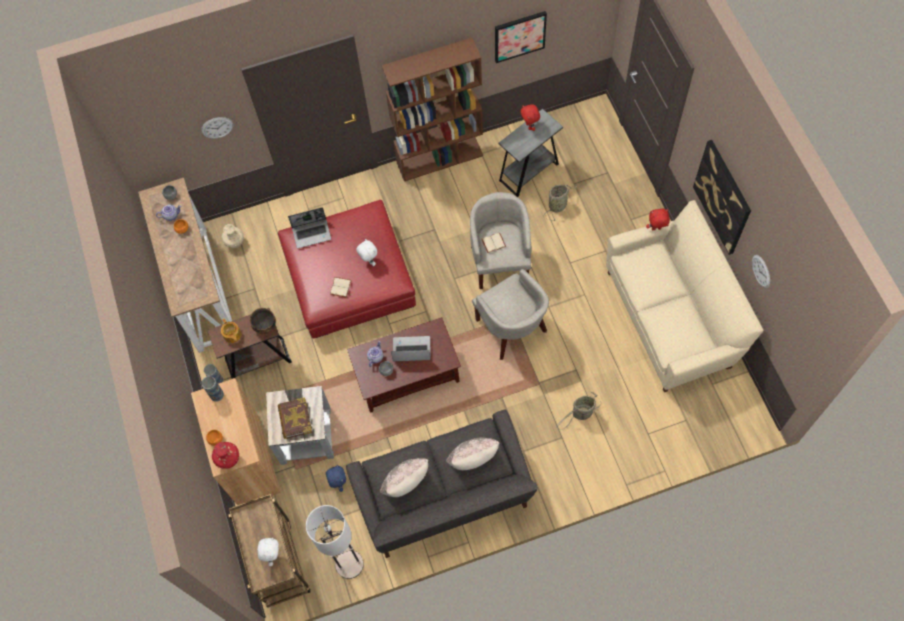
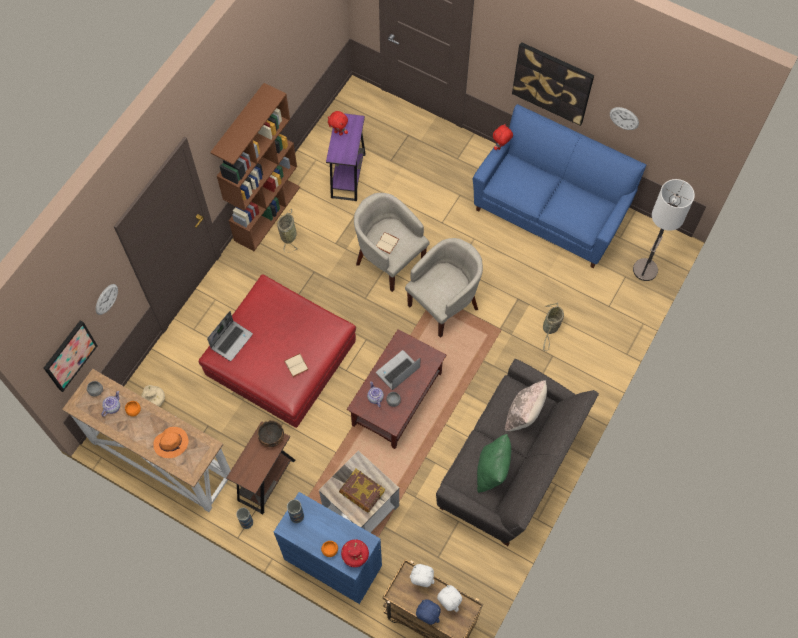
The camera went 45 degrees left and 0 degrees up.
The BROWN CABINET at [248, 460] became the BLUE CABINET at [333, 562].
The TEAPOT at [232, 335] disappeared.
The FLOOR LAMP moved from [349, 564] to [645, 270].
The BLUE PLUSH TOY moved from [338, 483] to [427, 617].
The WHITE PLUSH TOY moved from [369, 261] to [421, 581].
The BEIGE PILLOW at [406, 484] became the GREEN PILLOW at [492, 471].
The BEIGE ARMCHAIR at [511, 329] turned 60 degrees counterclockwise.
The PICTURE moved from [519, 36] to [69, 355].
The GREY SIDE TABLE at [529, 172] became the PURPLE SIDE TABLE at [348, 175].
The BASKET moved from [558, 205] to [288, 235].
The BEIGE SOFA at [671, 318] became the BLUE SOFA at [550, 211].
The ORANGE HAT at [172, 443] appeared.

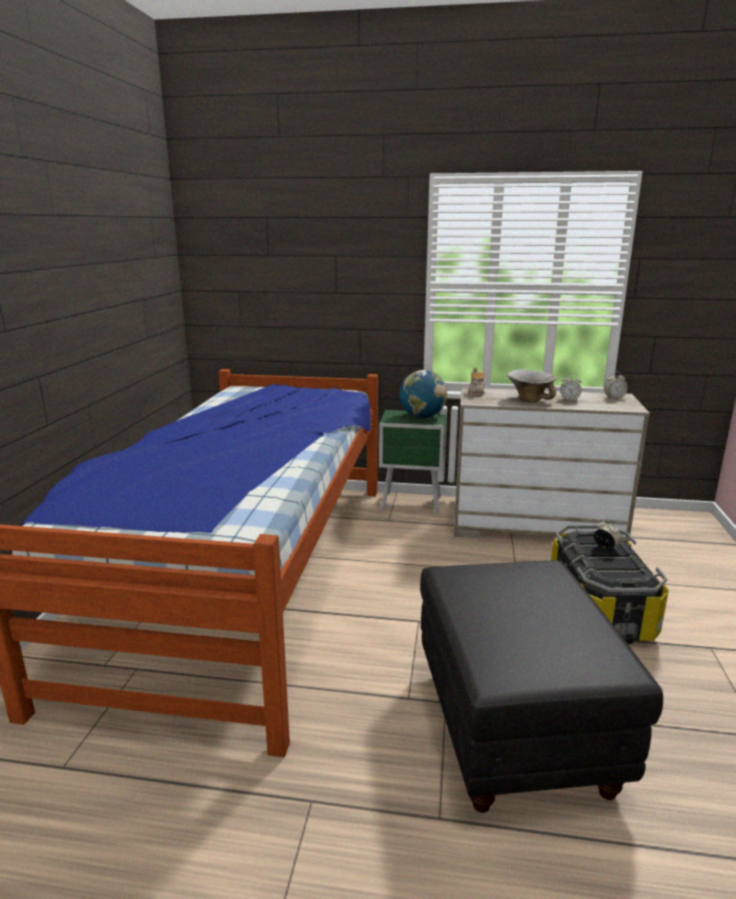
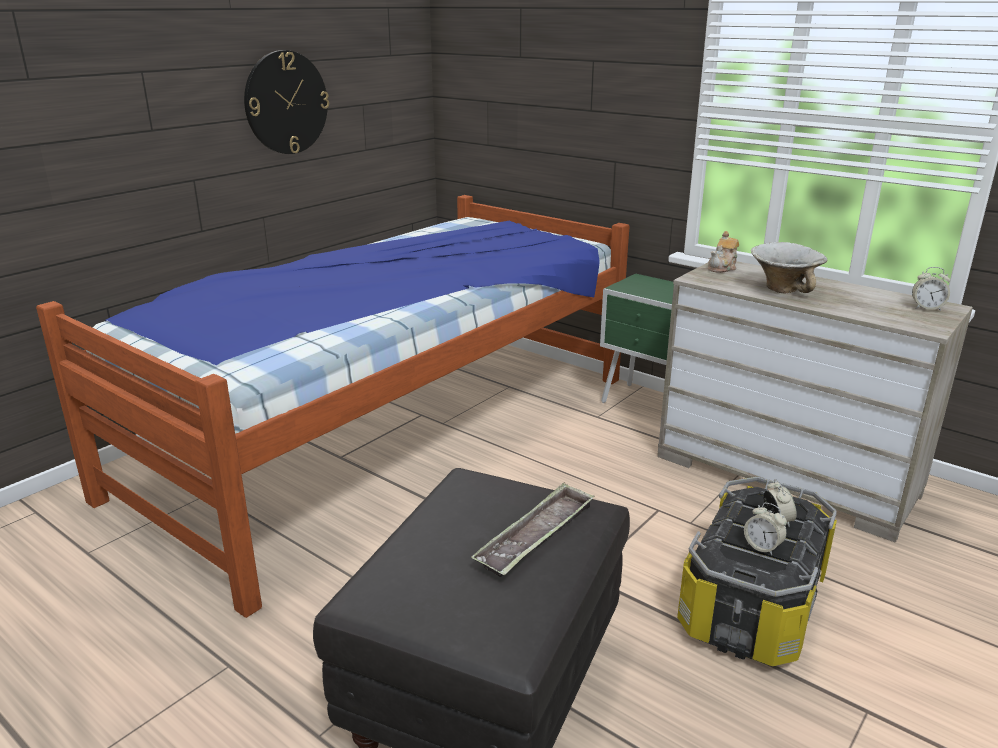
The camera went 30 degrees right and 5 degrees up.
The GLOBE at [422, 417] disappeared.
The ALARM CLOCK moved from [569, 400] to [762, 547].
The WALL CLOCK at [286, 103] appeared.
The TRAY at [536, 536] appeared.

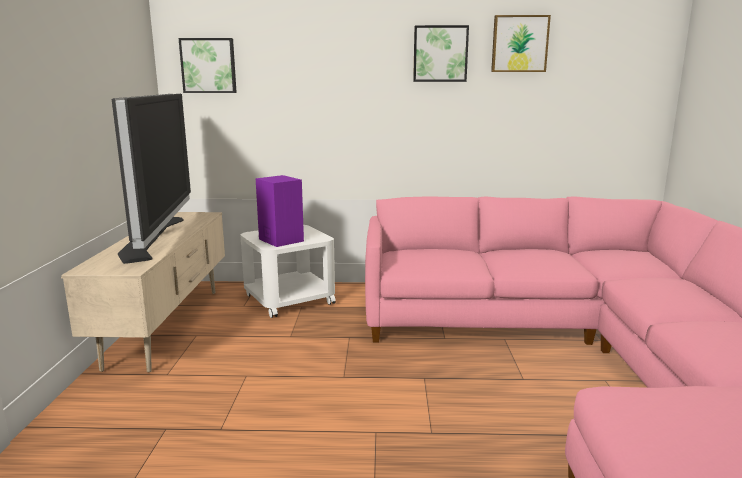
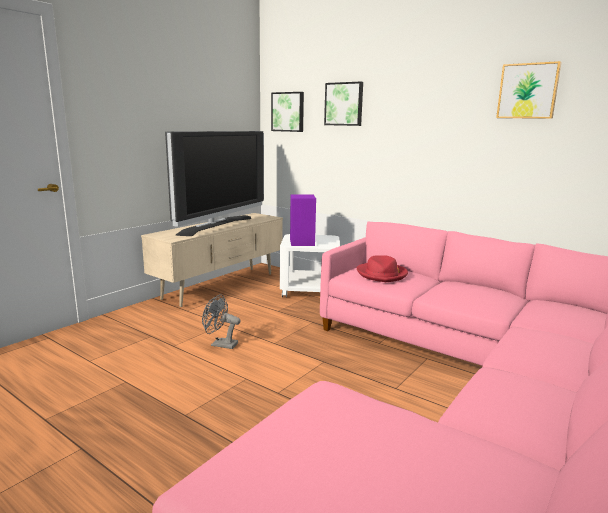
The camera went 35 degrees right and 0 degrees up.
The PICTURE moved from [440, 54] to [344, 104].
The GREY FAN at [220, 344] appeared.
The RED HAT at [382, 274] appeared.

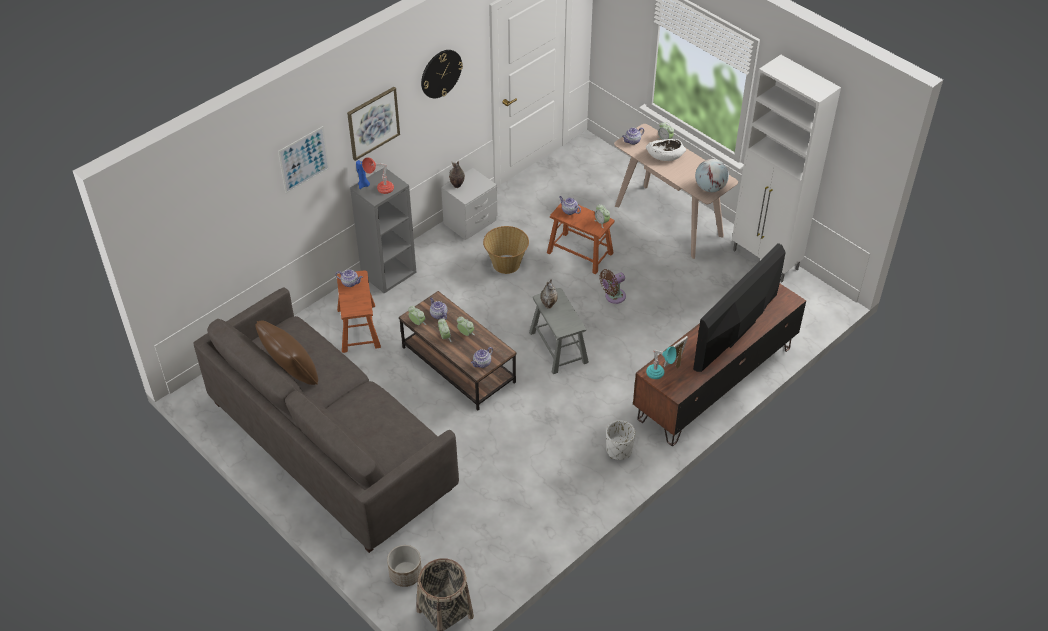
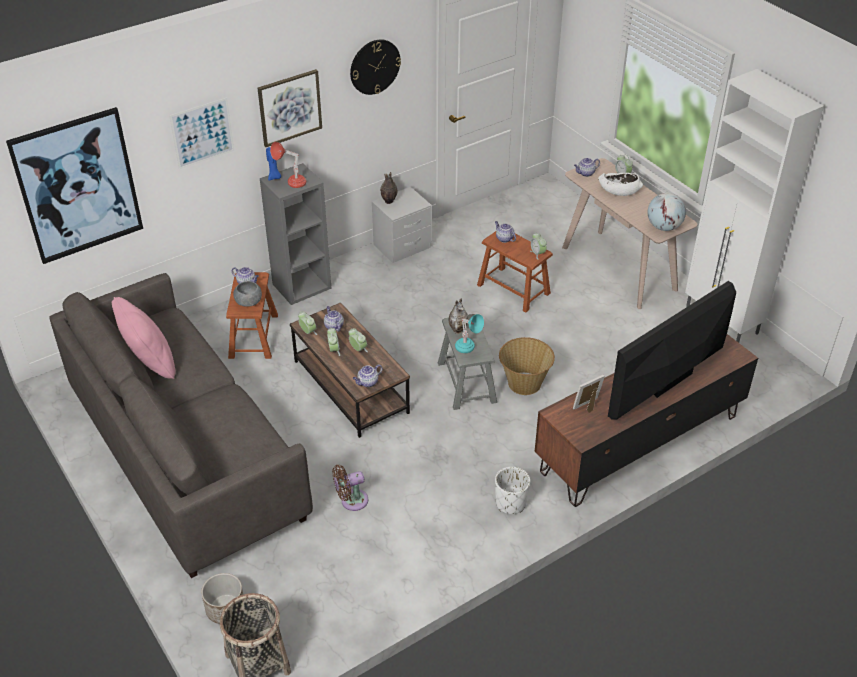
The camera went 10 degrees right and 5 degrees down.
The BROWN PILLOW at [291, 373] became the PINK PILLOW at [150, 363].
The BASKET moved from [506, 264] to [524, 384].
The BROWN FAN moved from [613, 297] to [351, 501].
The TURQUOISE TABLE LAMP moved from [659, 376] to [468, 350].
The PICTURE at [78, 186] appeared.
The GREY BOWL at [249, 302] appeared.

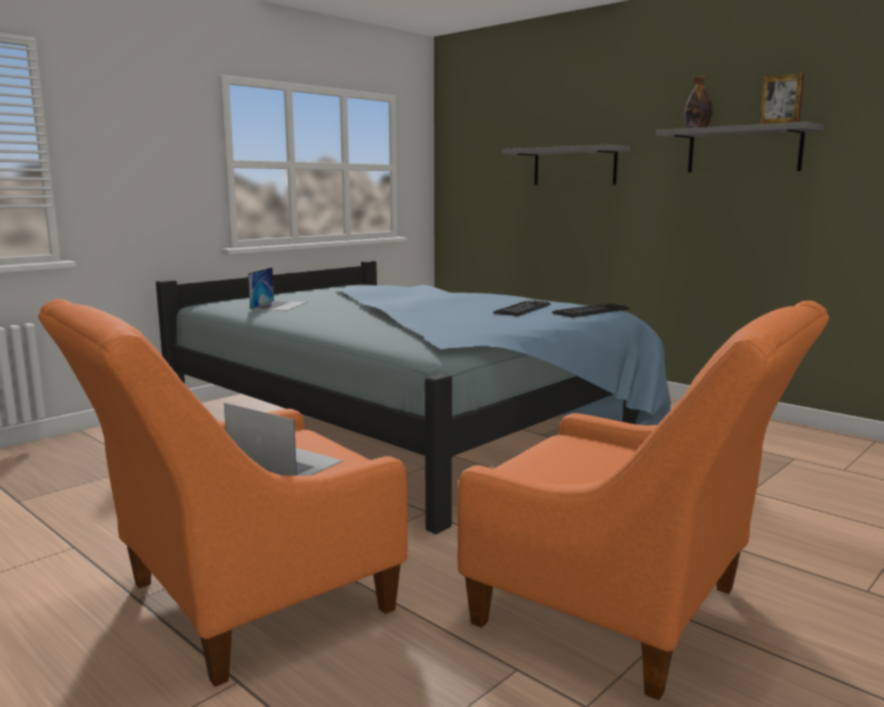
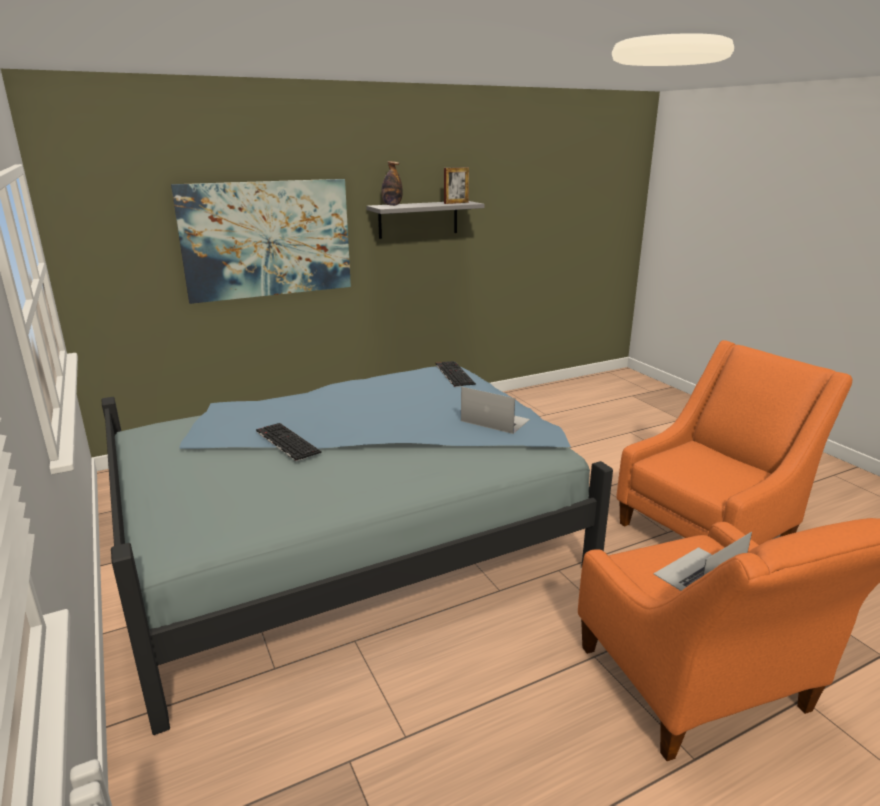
The camera went 70 degrees left and 10 degrees up.
The LAPTOP moved from [279, 305] to [495, 420].
The KEYBOARD moved from [522, 308] to [286, 441].
The GREY SHELF at [574, 166] was replaced by the PICTURE at [267, 239].

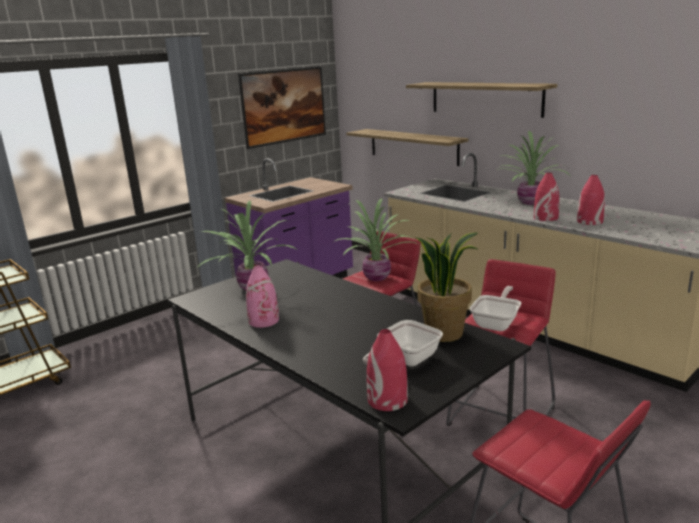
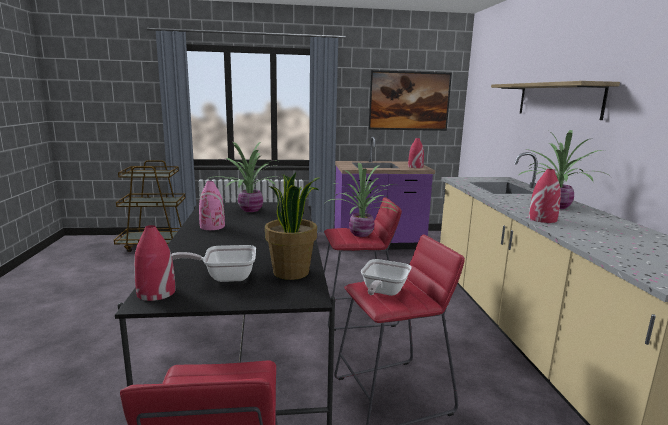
The camera went 35 degrees right and 5 degrees down.
The SHELF at [413, 146] disappeared.
The FRYING PAN at [497, 323] turned 135 degrees clockwise.
The RED VASE moved from [589, 221] to [415, 167].

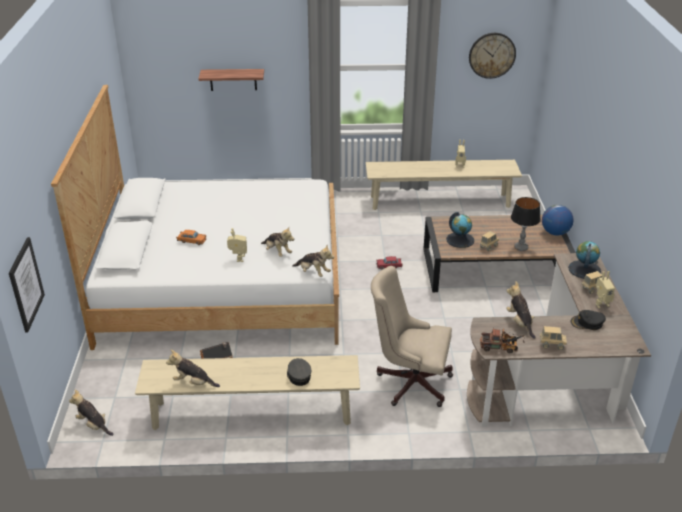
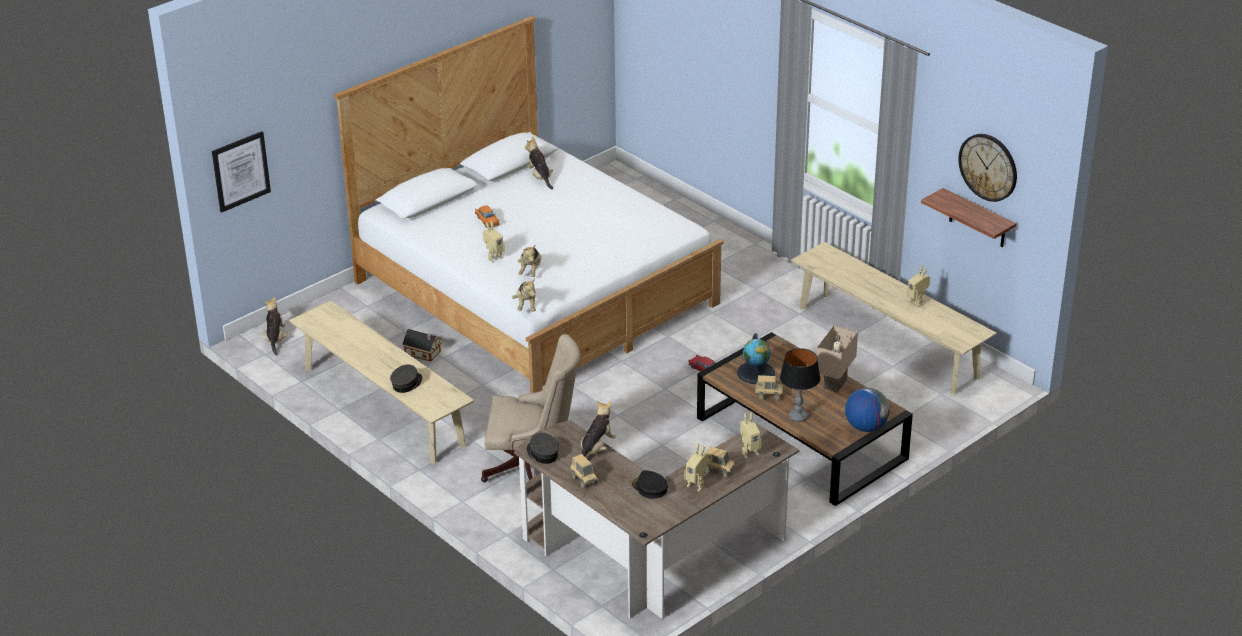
The camera went 50 degrees right and 0 degrees up.
The PLUSH TOY moved from [193, 383] to [540, 177].
The SHELF moved from [233, 79] to [977, 219].
The BEIGE OFFICE CHAIR at [409, 382] turned 120 degrees clockwise.
The TOY TRUCK at [501, 347] was replaced by the GREY CAP at [542, 453].
The GLOBE at [584, 269] was replaced by the TOY ROBOT at [749, 452].
The BEIGE TABLE LAMP at [836, 384] appeared.

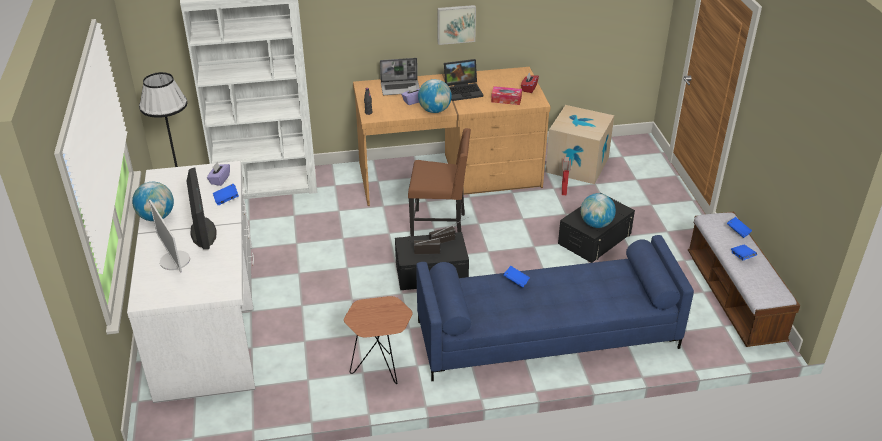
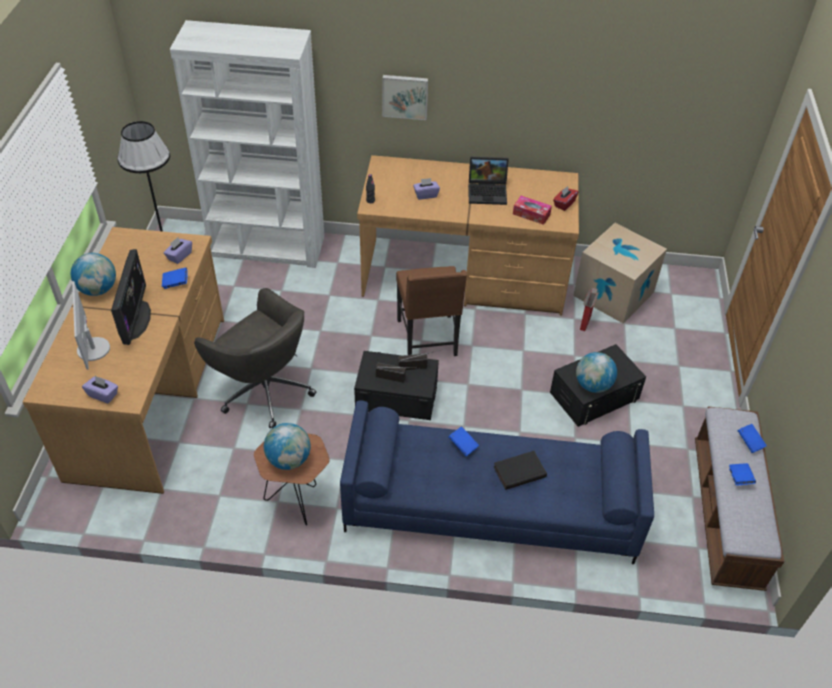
The camera went 15 degrees right and 10 degrees up.
The WHITE DESK at [209, 318] became the BROWN DESK at [151, 395].
The LAPTOP at [401, 88] disappeared.
The BROWN CHAIR at [439, 226] turned 60 degrees clockwise.
The GLOBE moved from [435, 110] to [289, 459].
The PICTURE moved from [456, 24] to [405, 96].
The PURPLE TISSUE BOX at [103, 395] appeared.
The GREY OFFICE CHAIR at [264, 389] appeared.
The BLACK BOOK at [519, 471] appeared.

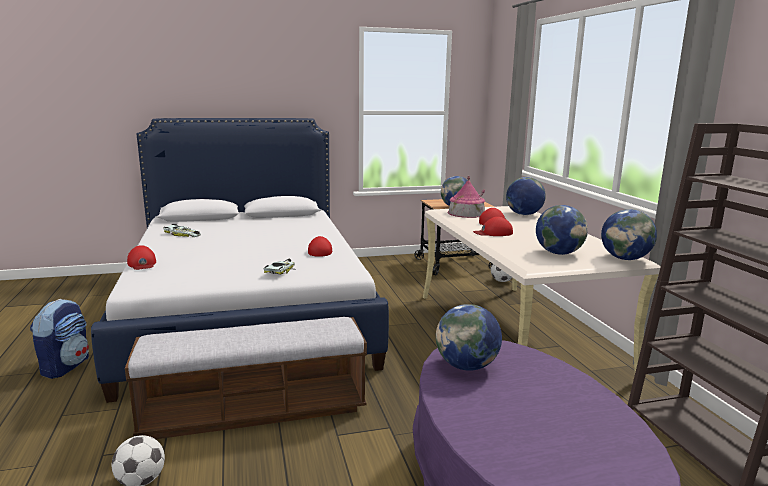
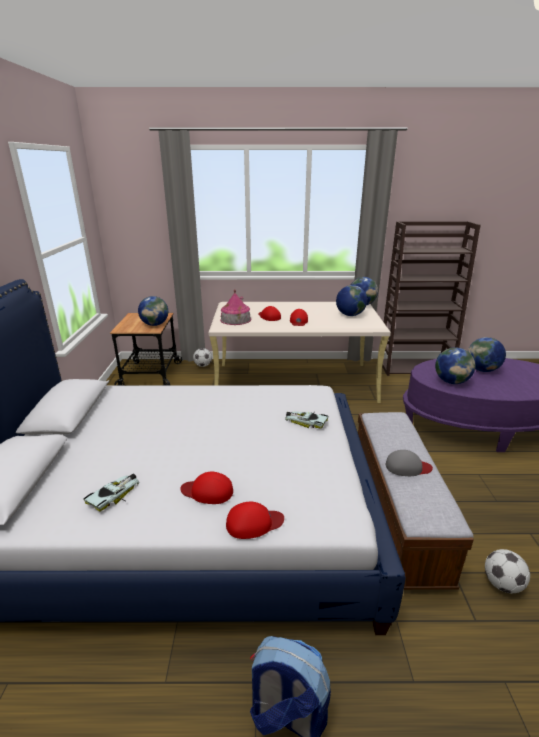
The camera went 75 degrees left and 10 degrees up.
The RED CAP moved from [320, 251] to [207, 491].
The GLOBE moved from [523, 214] to [482, 370].
The GREY CAP at [407, 467] appeared.

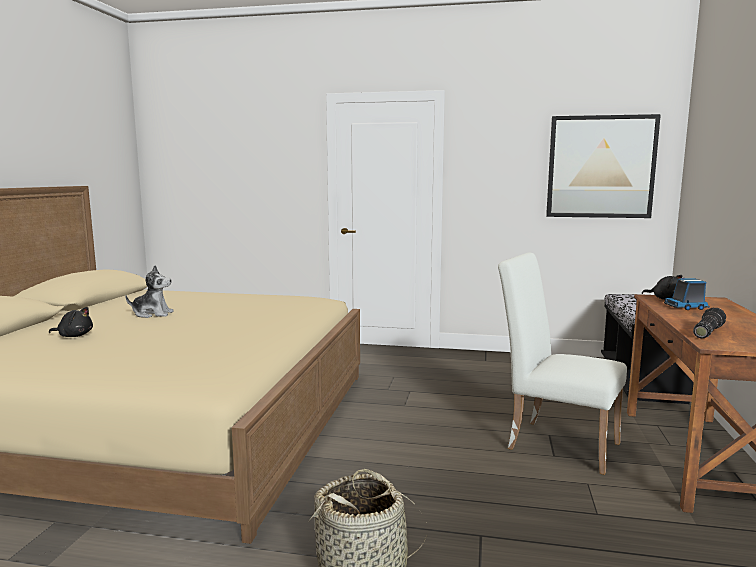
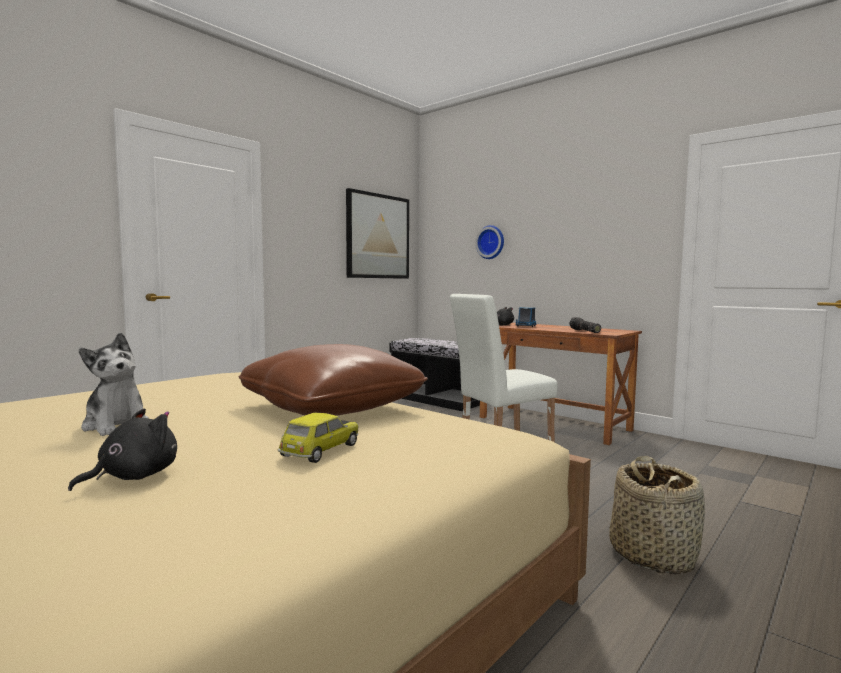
The camera went 60 degrees left and 5 degrees down.
The PLUSH TOY at [152, 314] turned 105 degrees clockwise.
The BROWN PILLOW at [332, 408] appeared.
The TOY CAR at [320, 450] appeared.
The WALL CLOCK at [491, 242] appeared.

